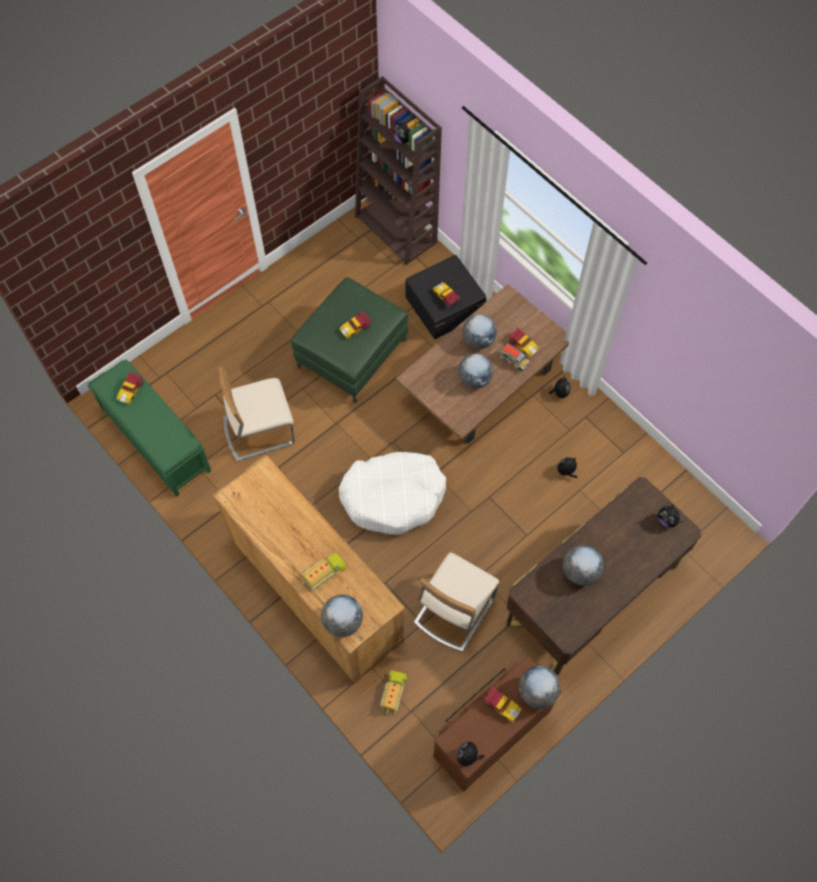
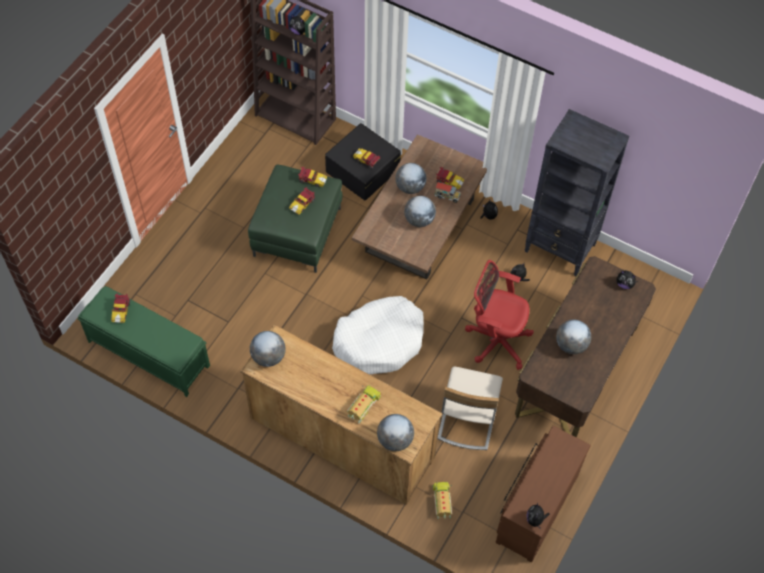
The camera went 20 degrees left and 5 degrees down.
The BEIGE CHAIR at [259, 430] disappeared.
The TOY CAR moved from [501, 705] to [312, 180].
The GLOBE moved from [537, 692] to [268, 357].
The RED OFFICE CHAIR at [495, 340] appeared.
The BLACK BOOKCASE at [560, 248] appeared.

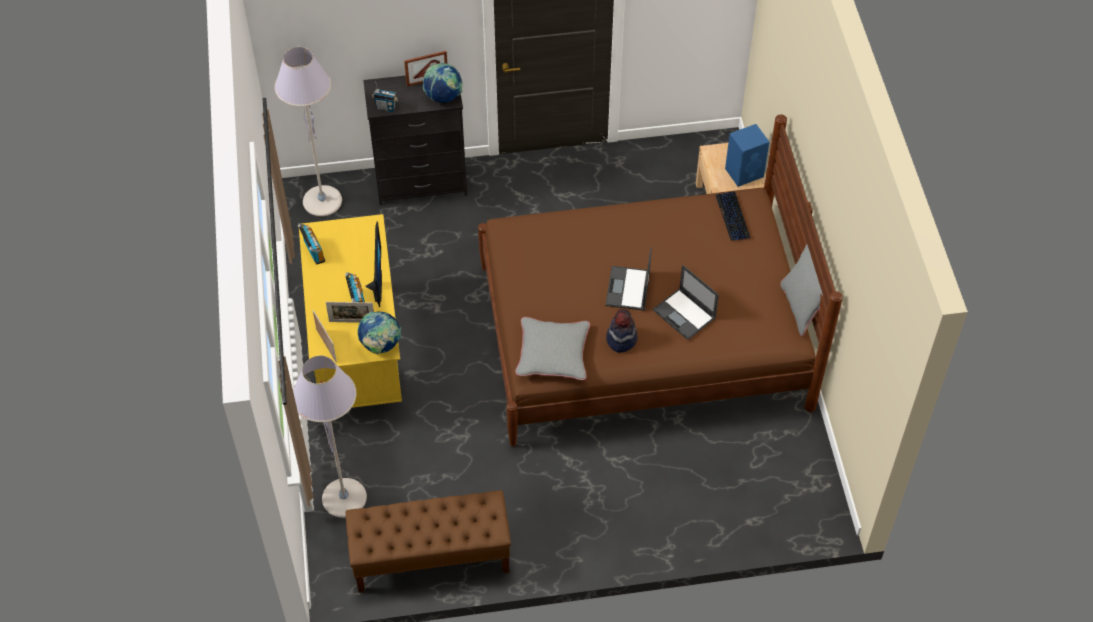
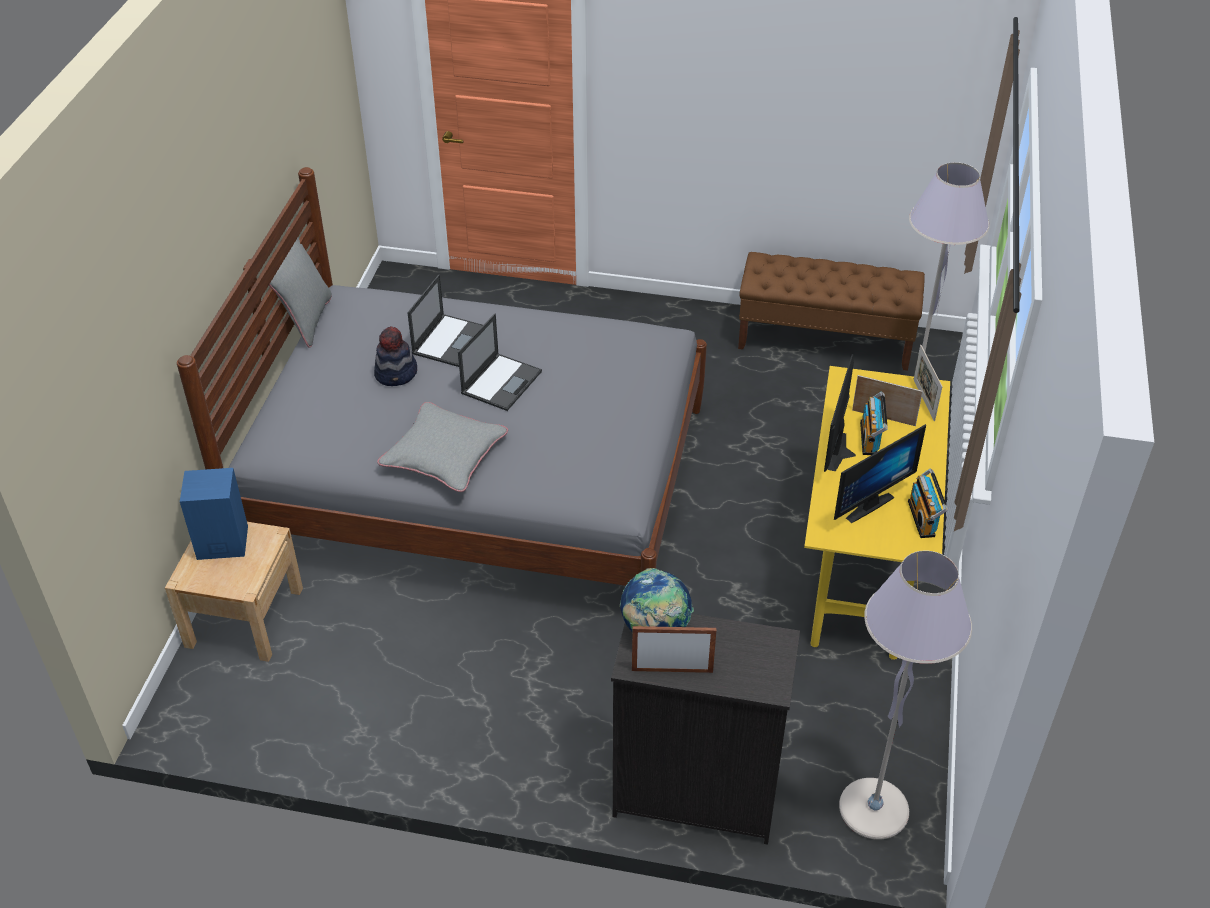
The camera went 160 degrees left and 10 degrees down.
The GLOBE at [380, 345] disappeared.
The RADIO at [386, 108] disappeared.
The BROWN BED at [642, 336] became the GREY BED at [479, 482].
The GREY PILLOW moved from [553, 353] to [444, 454].
The HAT moved from [621, 339] to [396, 374].
The LAPTOP at [685, 314] turned 45 degrees clockwise.
The KEYBOARD at [733, 217] disappeared.
The MONITOR at [865, 503] appeared.

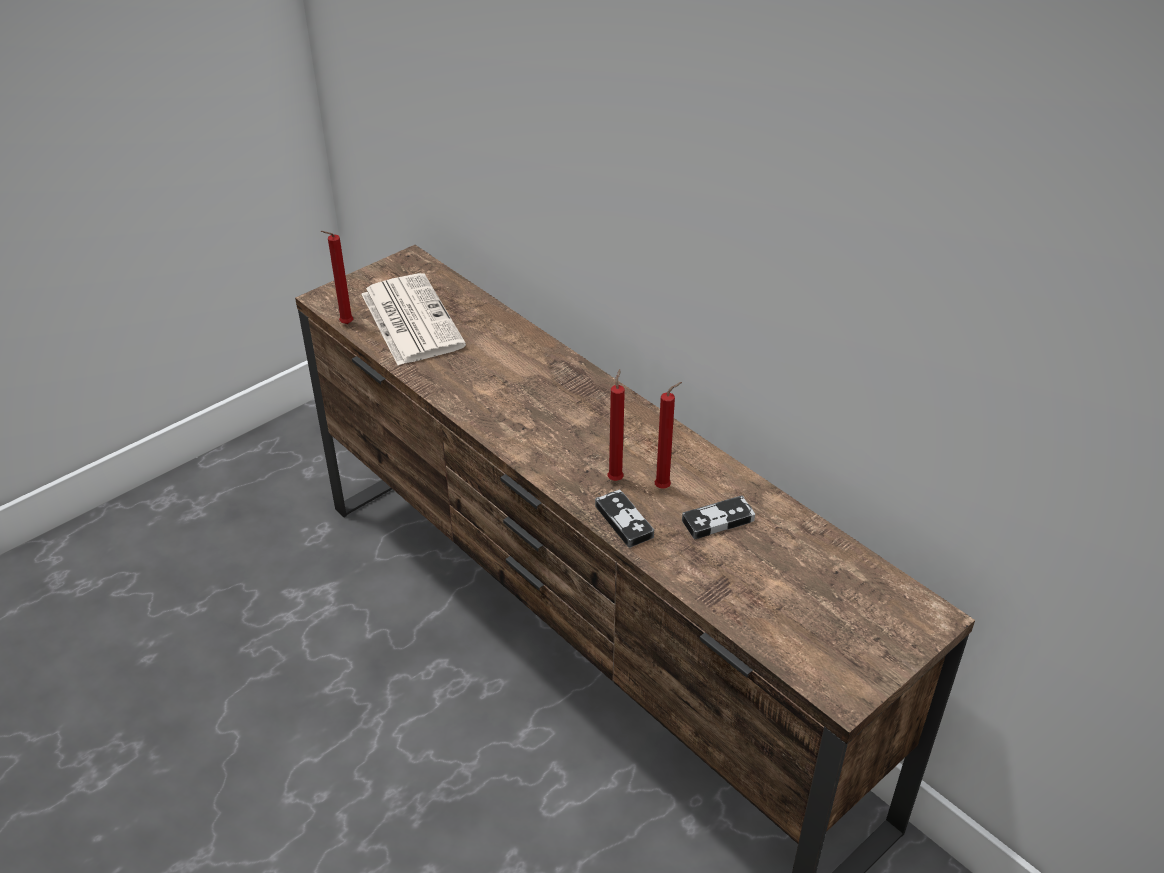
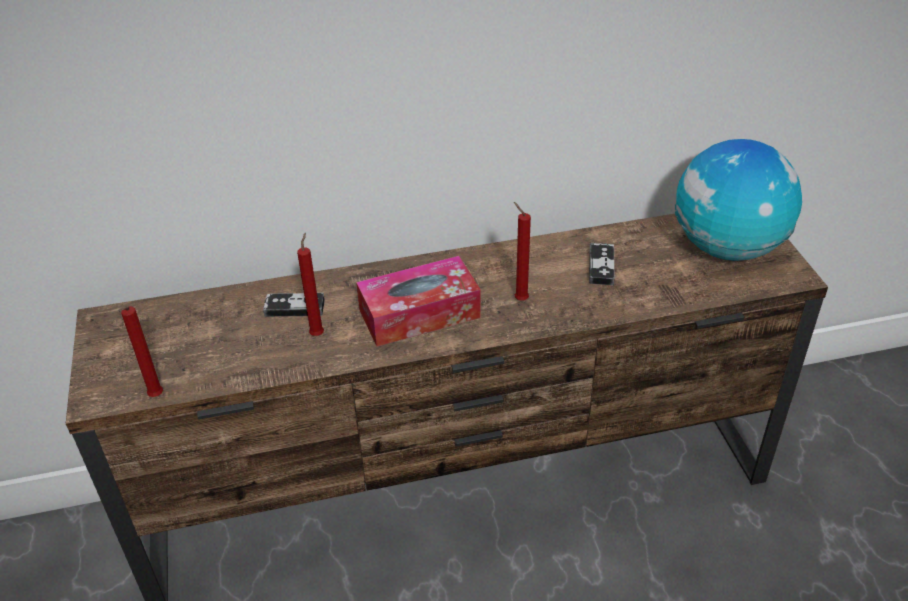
The camera went 60 degrees left and 0 degrees up.
The NEWSPAPER at [410, 319] disappeared.
The GAME CONTROLLER moved from [624, 521] to [294, 307].
The RED CANDLE moved from [665, 487] to [318, 333].
The TISSUE BOX at [419, 314] appeared.
The GLOBE at [727, 248] appeared.

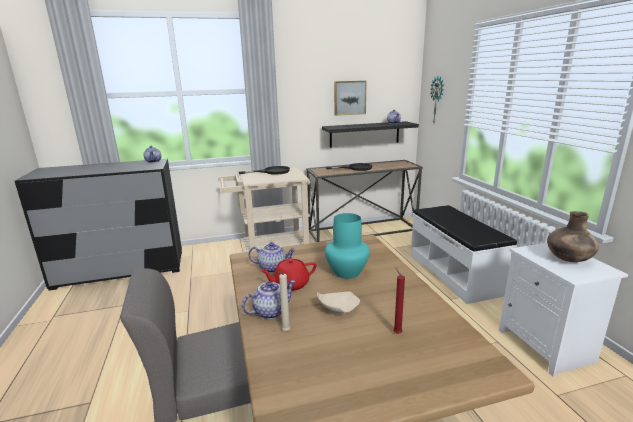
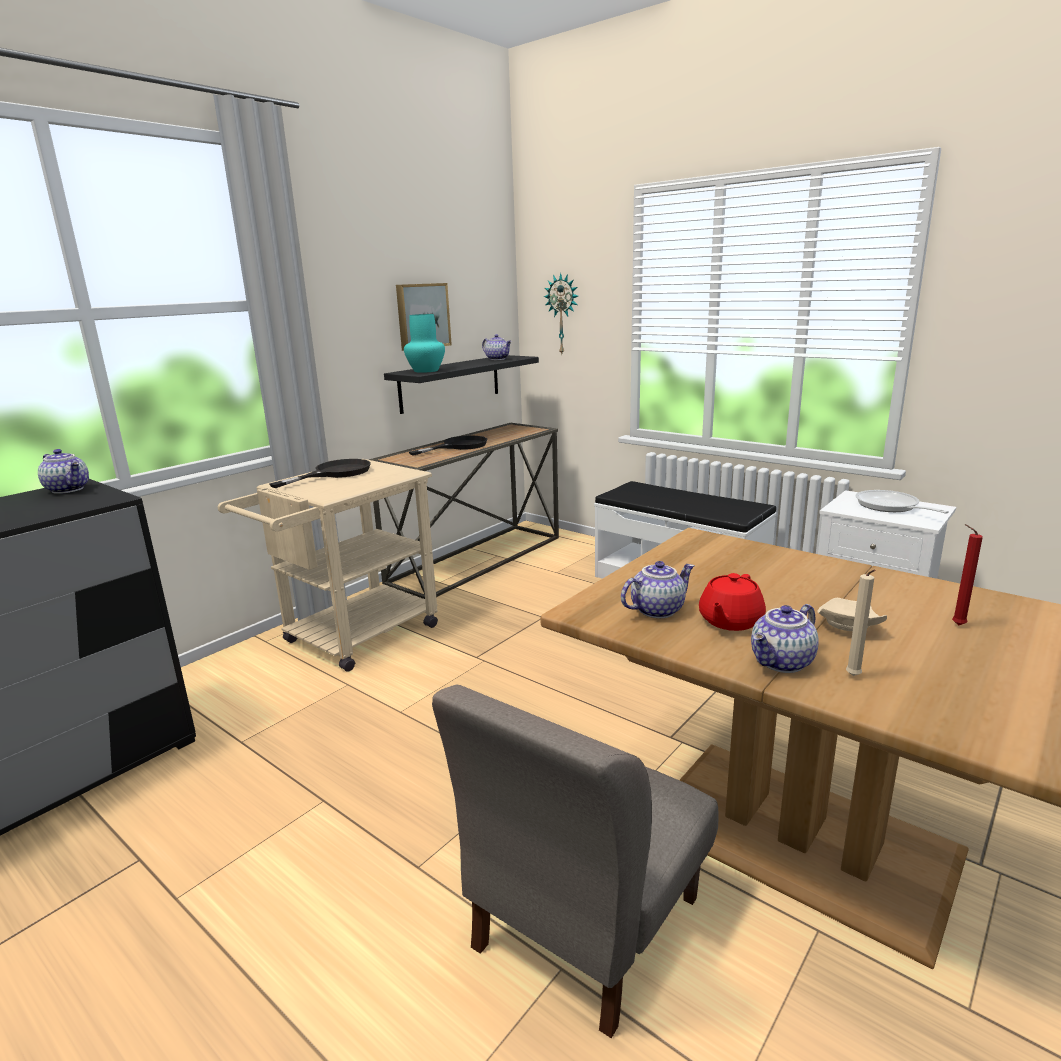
The camera went 35 degrees left and 0 degrees up.
The TEAPOT at [270, 311] turned 150 degrees counterclockwise.
The TURQUOISE VASE moved from [347, 272] to [426, 370].
The BROWN VASE at [568, 260] was replaced by the FRYING PAN at [890, 507].

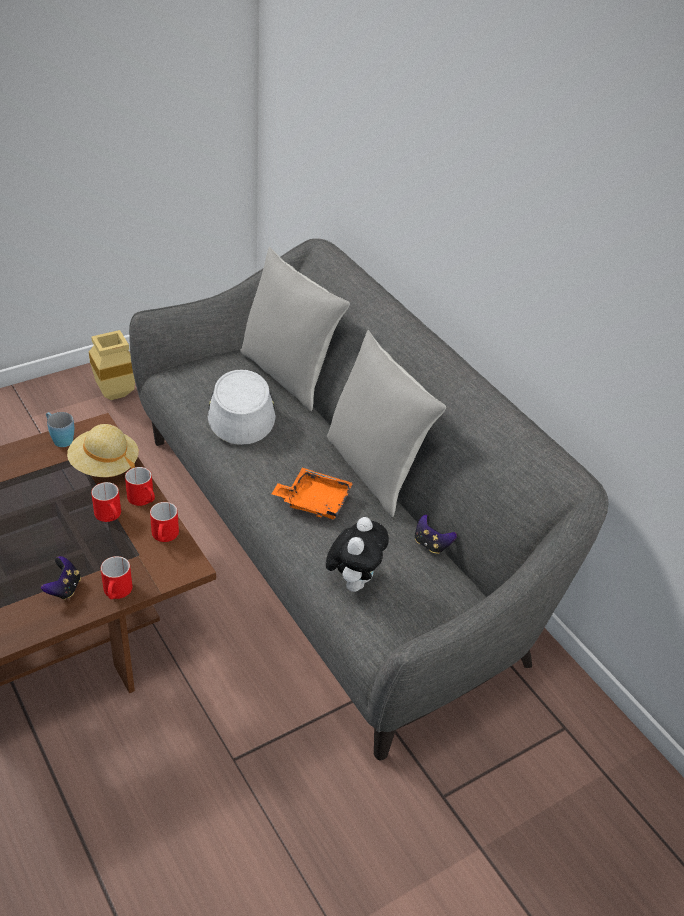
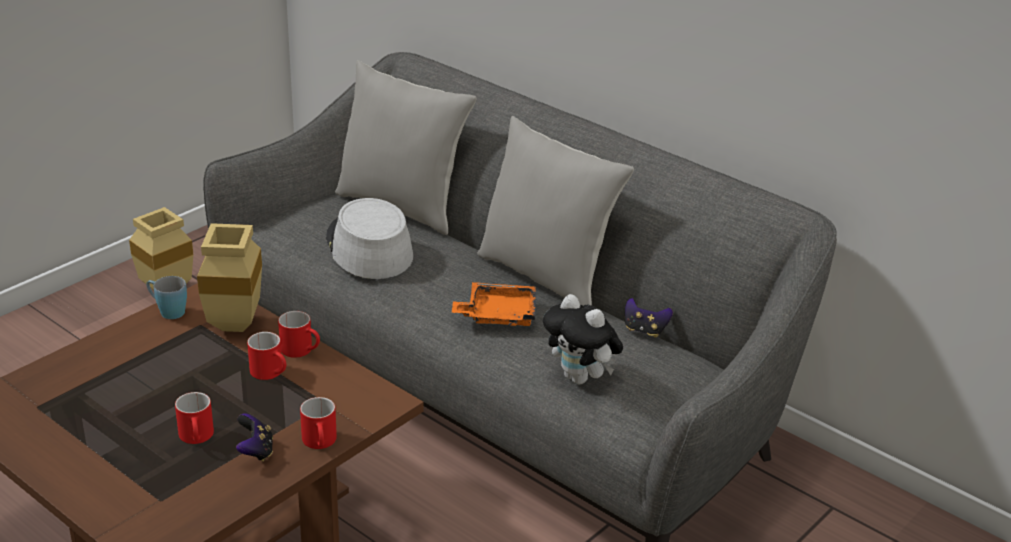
The camera went 15 degrees left and 10 degrees down.
The BEIGE HAT at [104, 465] was replaced by the BEIGE VASE at [236, 327].
The RED MUG moved from [165, 536] to [198, 437].
The PLUSH TOY at [354, 581] turned 135 degrees clockwise.

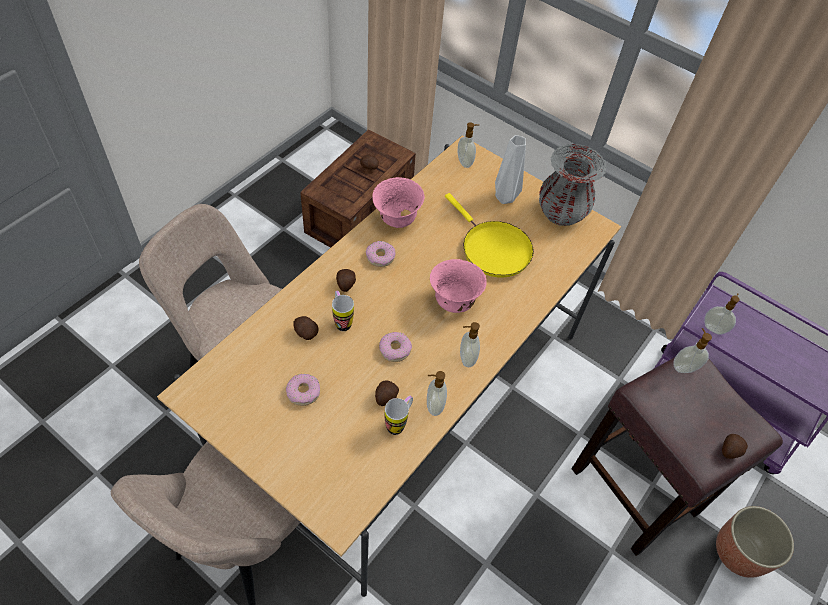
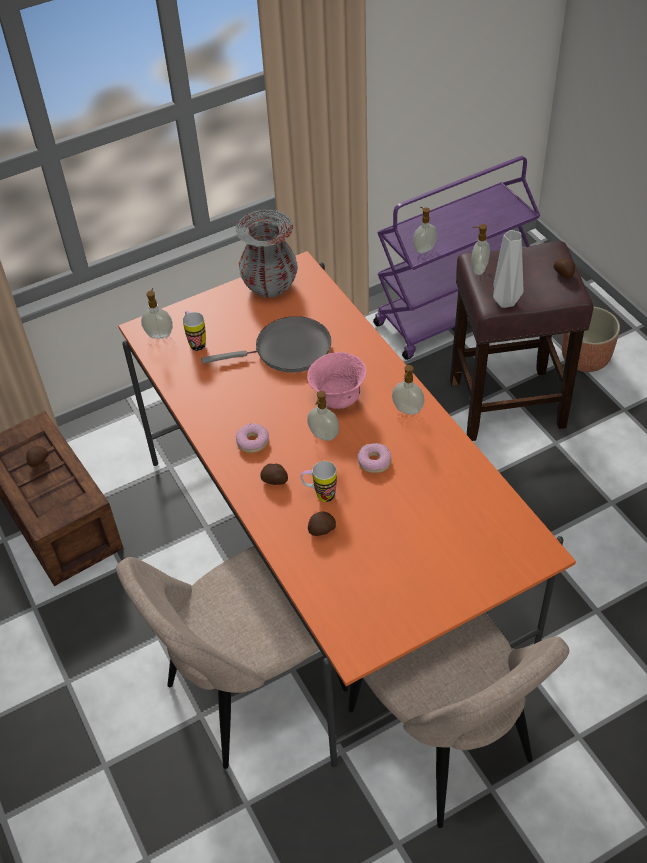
The camera went 60 degrees left and 5 degrees down.
The BEIGE DINING TABLE at [404, 394] became the ORANGE DINING TABLE at [330, 551].
The DONUT at [303, 392] disappeared.
The PINK BOWL at [397, 220] disappeared.
The POTATO at [385, 398] disappeared.
The MUG moved from [399, 423] to [195, 342].
The SOAP DISPENSER moved from [433, 405] to [323, 436].
The YELLOW FRYING PAN at [492, 249] became the GREY FRYING PAN at [288, 350].
The GREY VASE moved from [505, 199] to [507, 301].

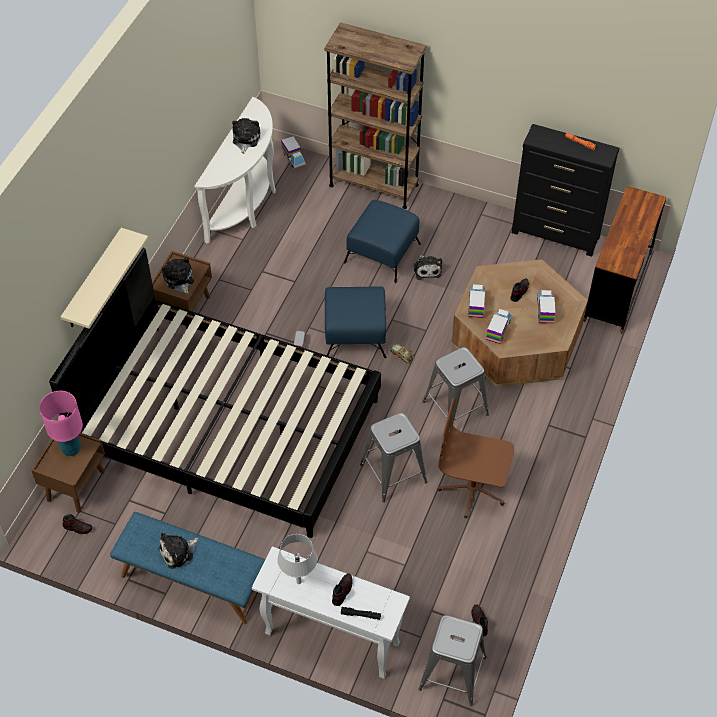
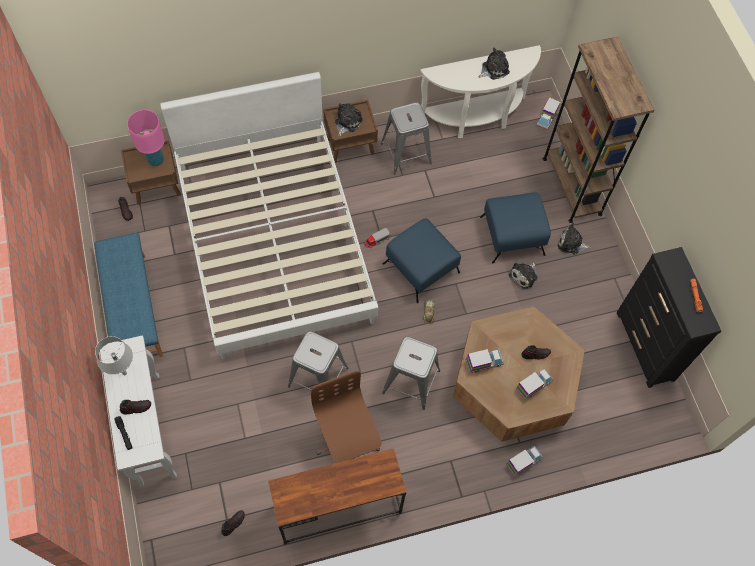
The camera went 50 degrees right and 10 degrees up.
The BLACK BED at [228, 425] became the WHITE BED at [274, 242].
The BEIGE SHELF at [93, 280] disappeared.
The PLUSH TOY moved from [178, 552] to [571, 243].
The GREY STOOL moved from [453, 673] to [406, 153].
The TOY TRUCK moved from [476, 304] to [524, 461].
The BROWN DESK moved from [618, 286] to [338, 508].

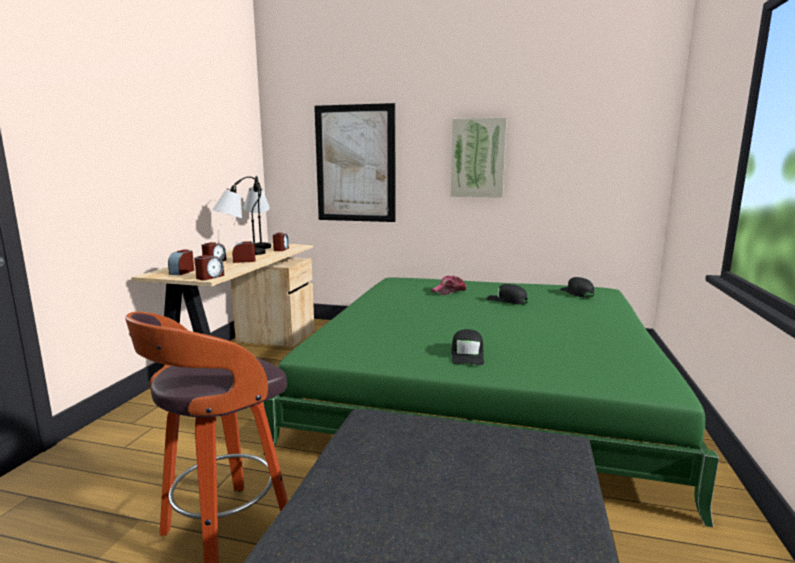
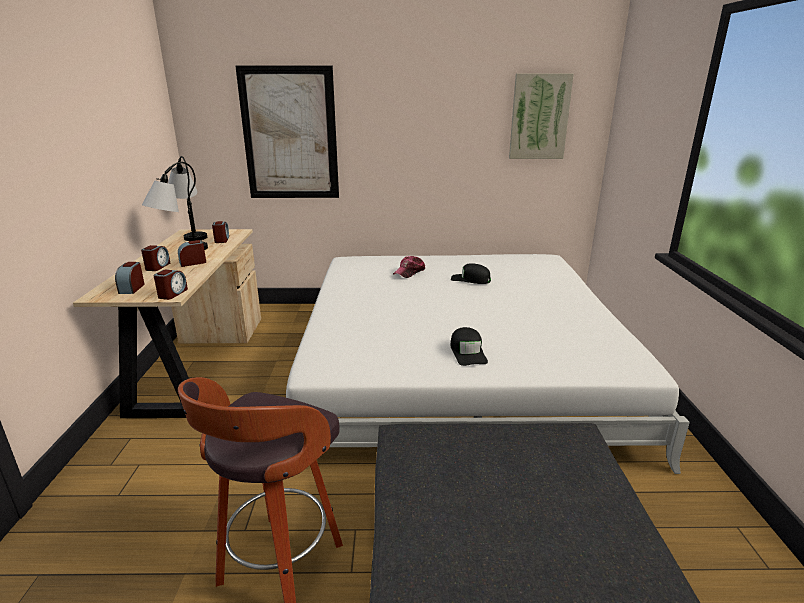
The camera went 15 degrees left and 10 degrees up.
The GREEN BED at [482, 387] became the WHITE BED at [456, 366].
The PICTURE moved from [478, 158] to [539, 117].
The BLACK CAP at [577, 293] disappeared.

